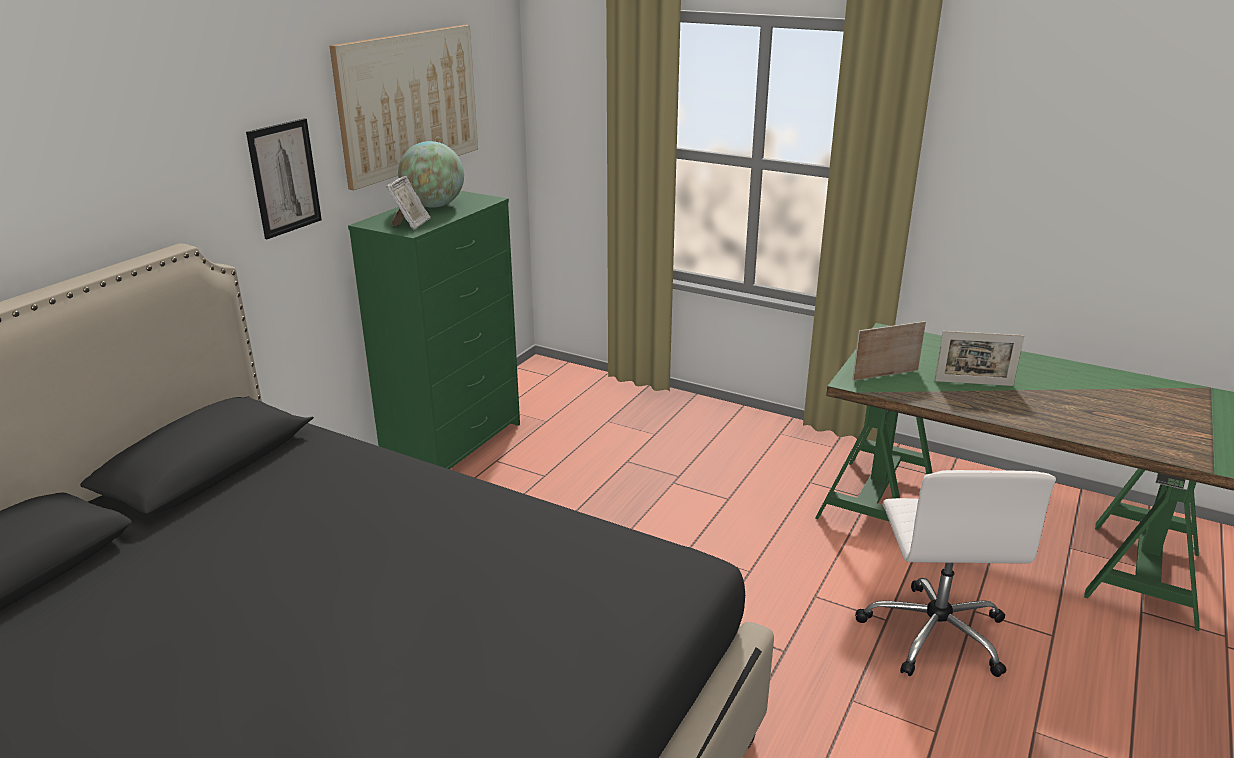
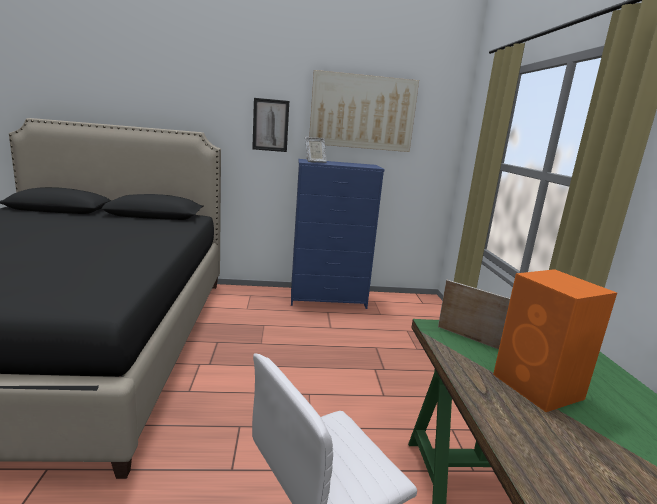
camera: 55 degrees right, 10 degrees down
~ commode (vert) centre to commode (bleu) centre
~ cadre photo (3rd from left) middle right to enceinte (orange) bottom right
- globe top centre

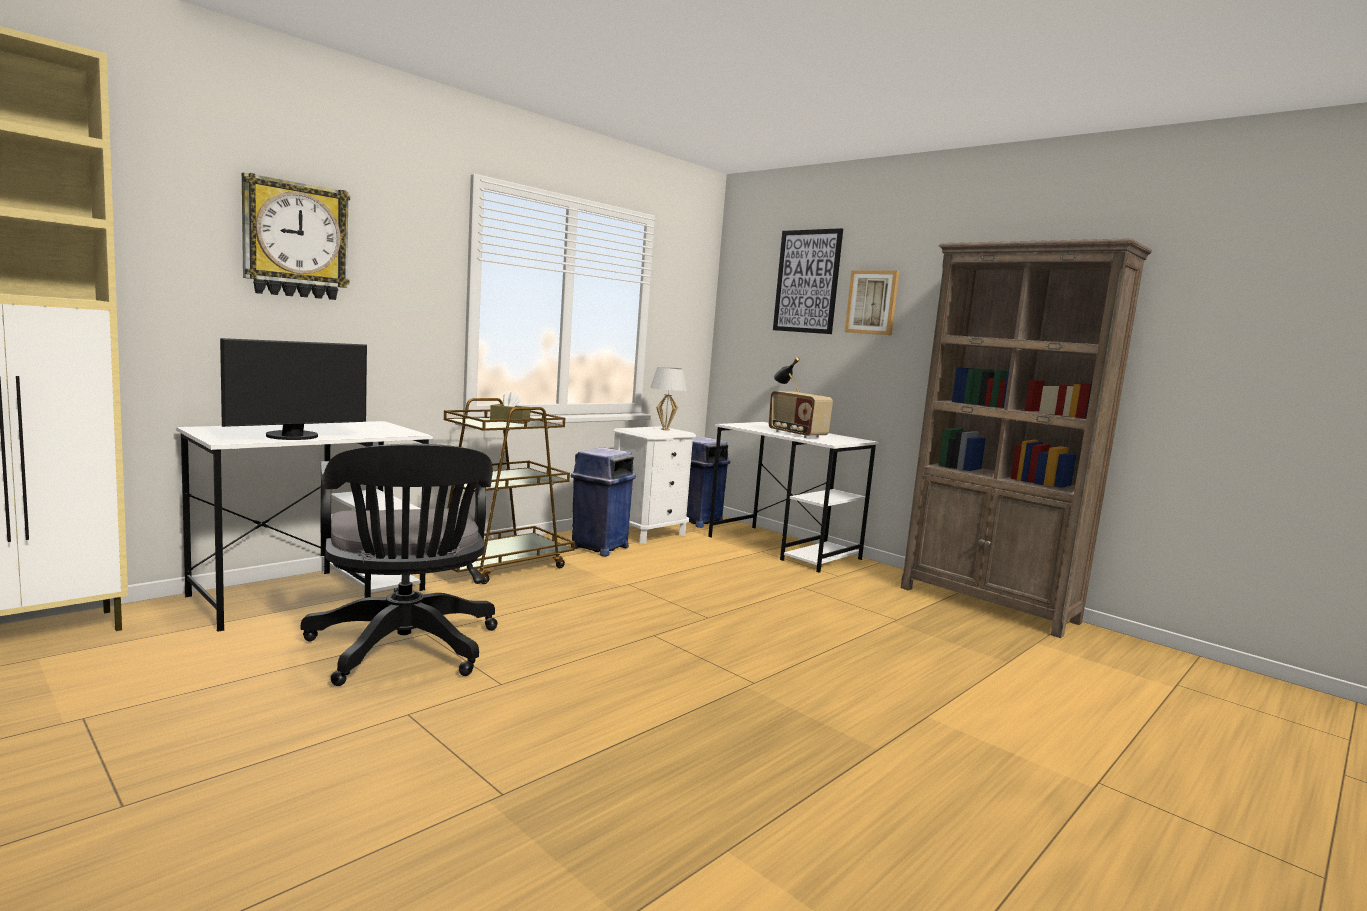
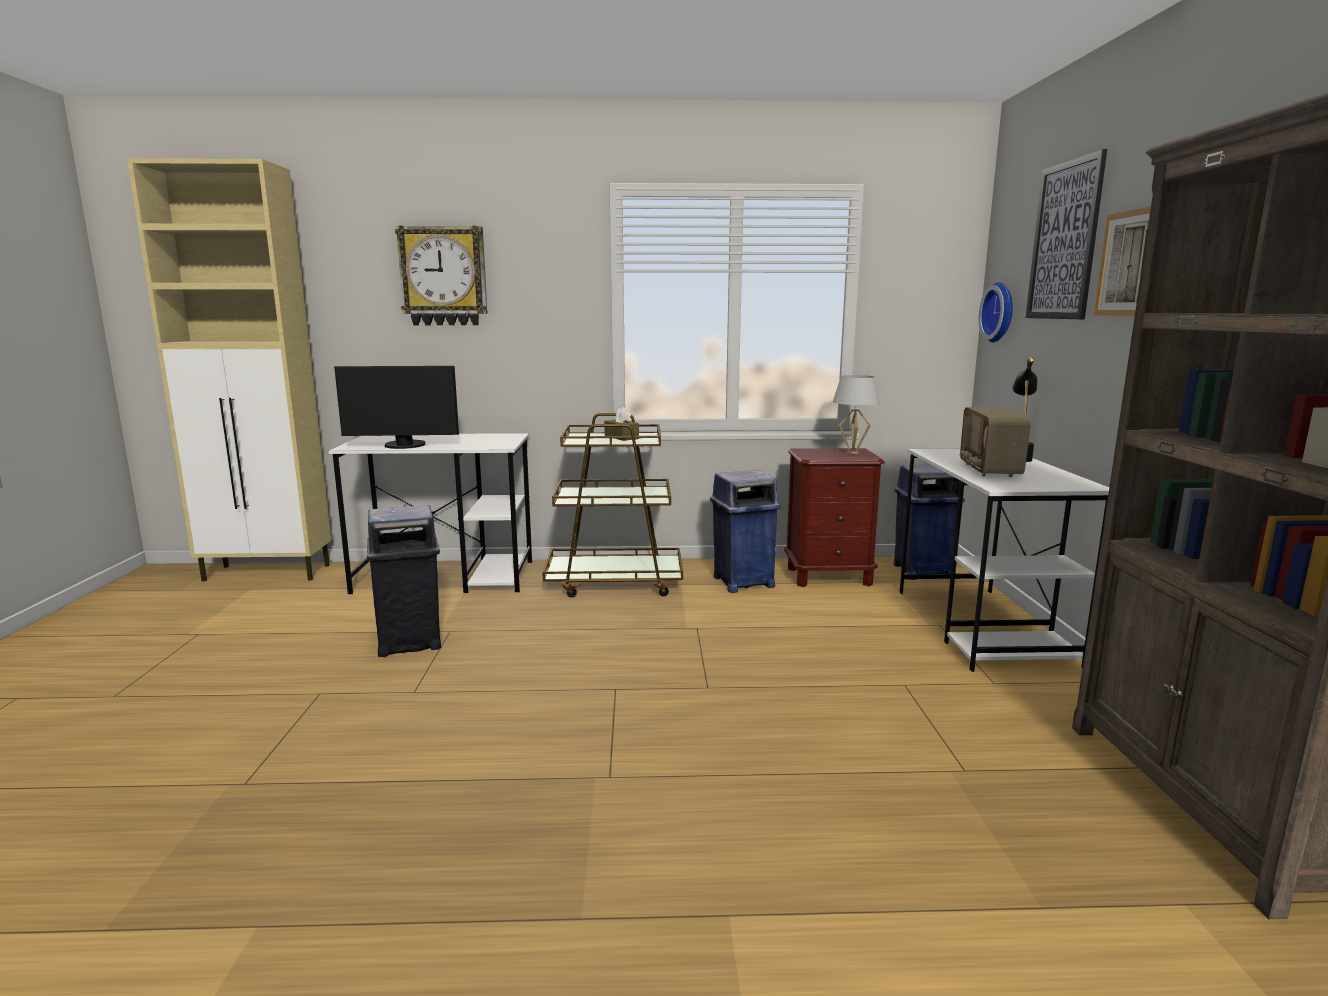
camera: 45 degrees right, 5 degrees up
~ chaise de bureau (noir) middle left to poubelle (bleu) (1st from left) middle left
~ table de chevet (blanc) centre to table de chevet (marron) centre
+ horloge murale (2nd from left) top right

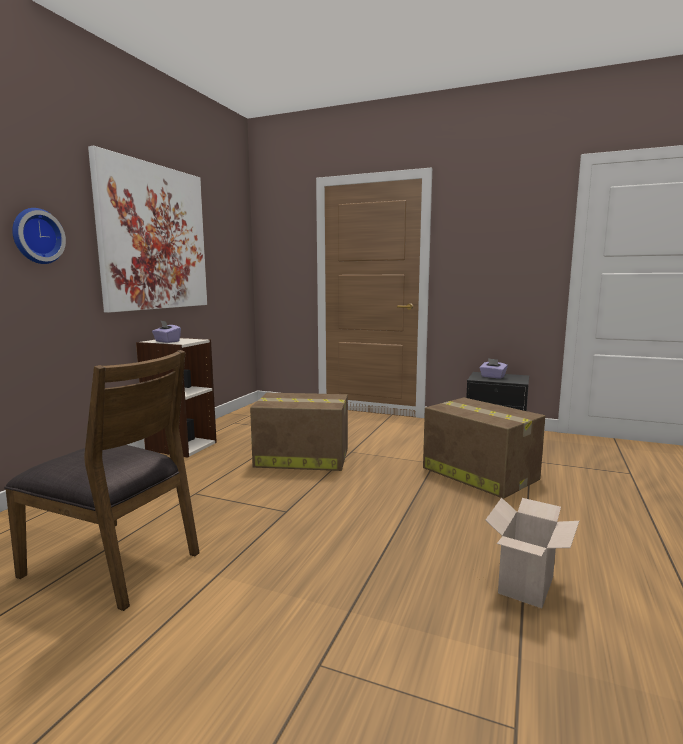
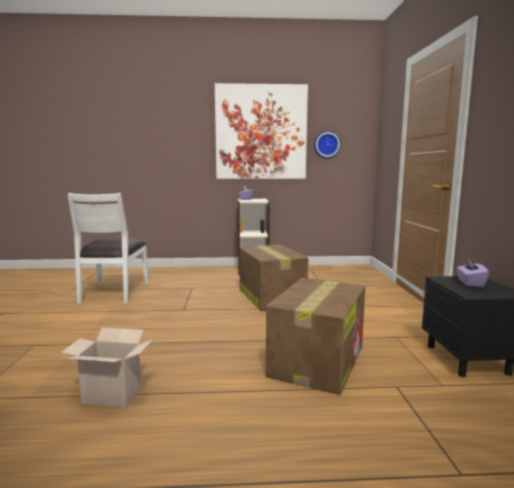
camera: 65 degrees right, 0 degrees up
~ chaise (marron) middle left to chaise (blanc) middle left
~ horloge murale top left to top centre

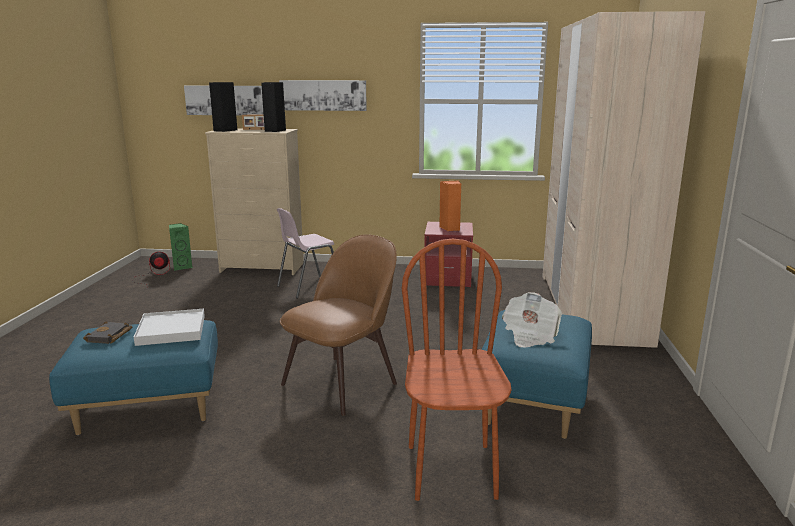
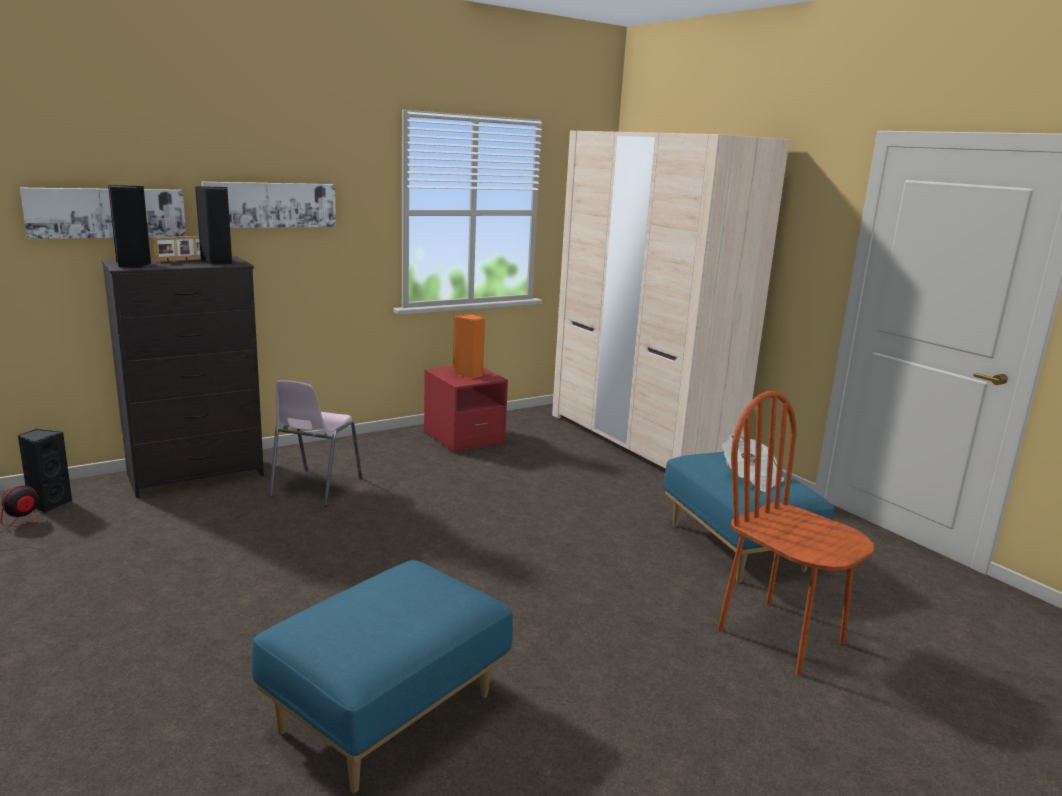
camera: 40 degrees left, 0 degrees up
~ enceinte (vert) middle left to enceinte (noir) (1st from left) middle left
~ commode (beige) middle left to commode (noir) middle left
- livre (noir) middle left
- plateau (blanc) middle left
- chaise (marron) (1st from left) centre

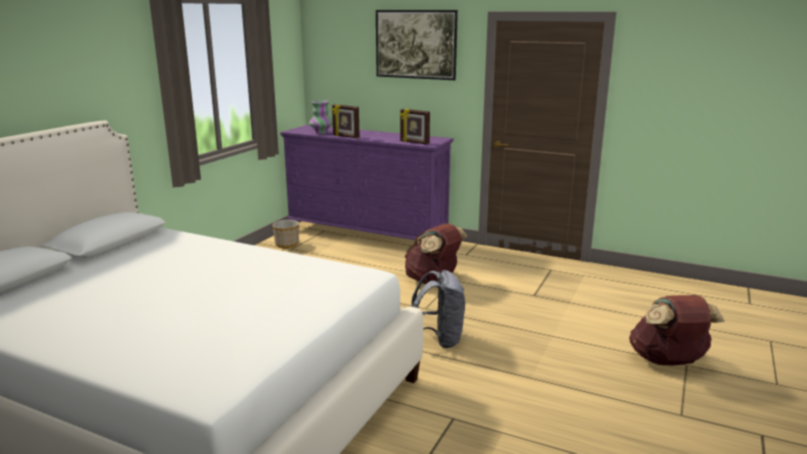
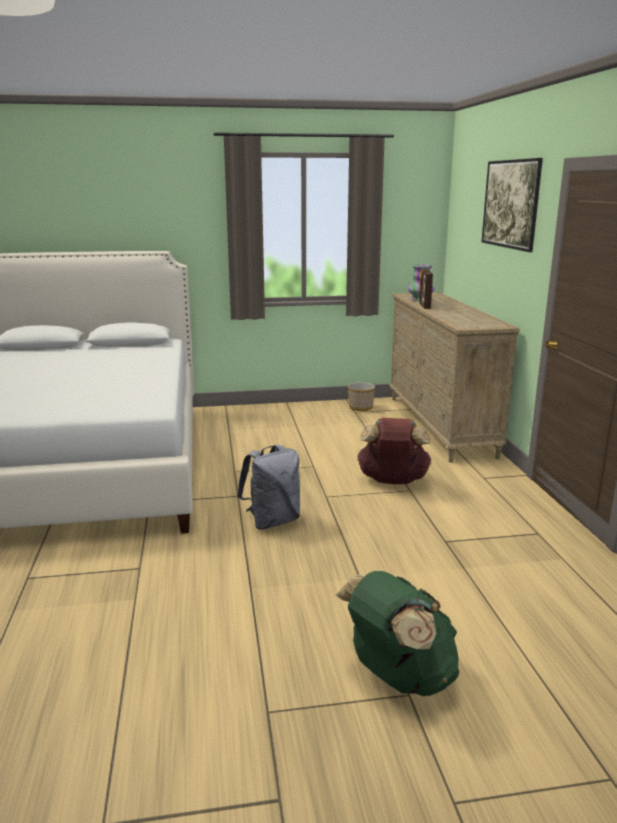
camera: 55 degrees right, 0 degrees up
~ sac à dos (marron) (2nd from left) bottom right to sac à dos (vert) bottom centre
~ commode (violet) centre to commode (beige) middle right
- cadre photo (2nd from left) top centre

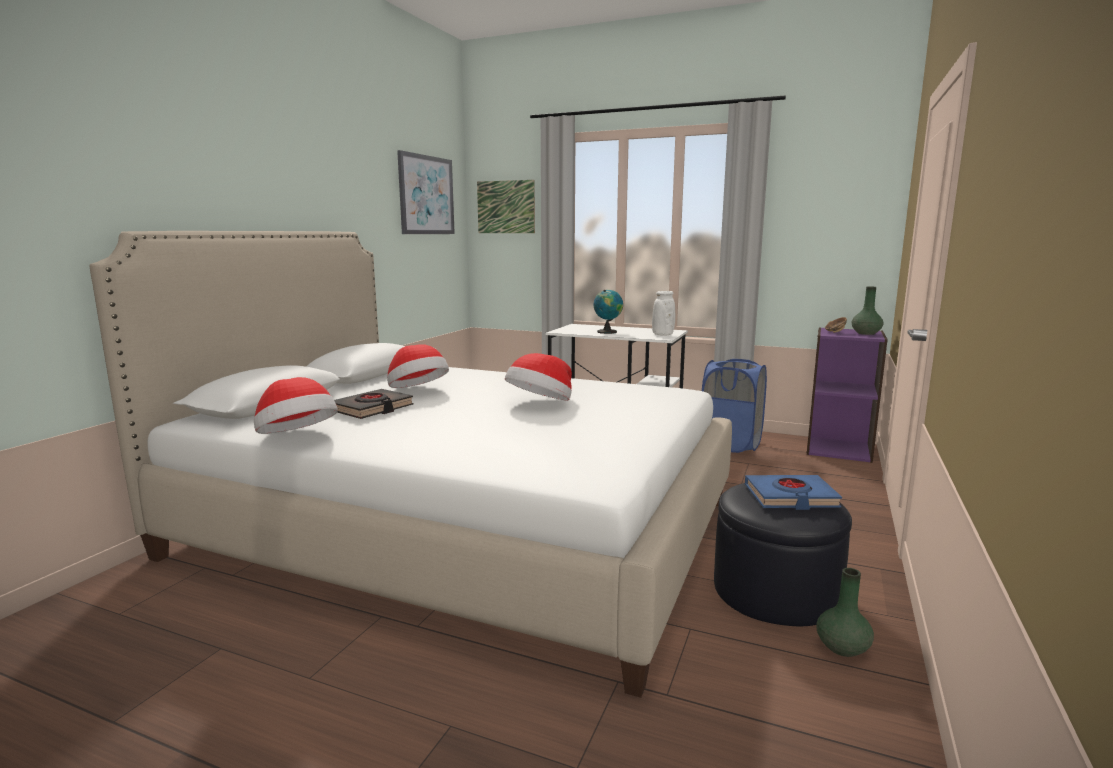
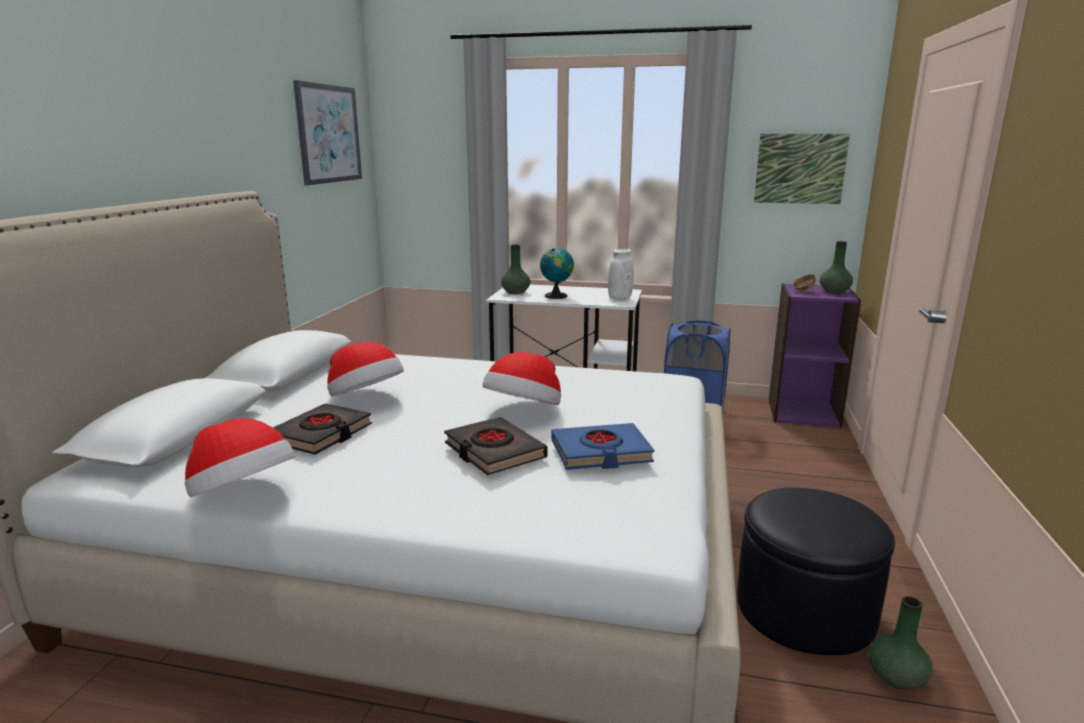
camera: 10 degrees left, 5 degrees up
+ livre (noir) (2nd from left) centre
+ vase (vert) (1st from left) centre
~ livre (bleu) middle right to centre
~ tableau (2nd from left) top centre to top right

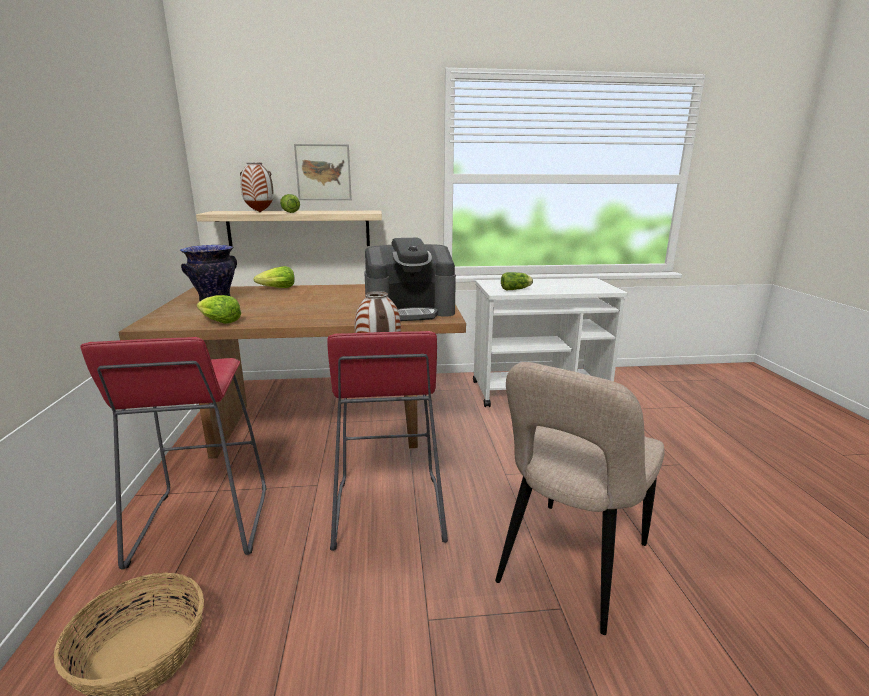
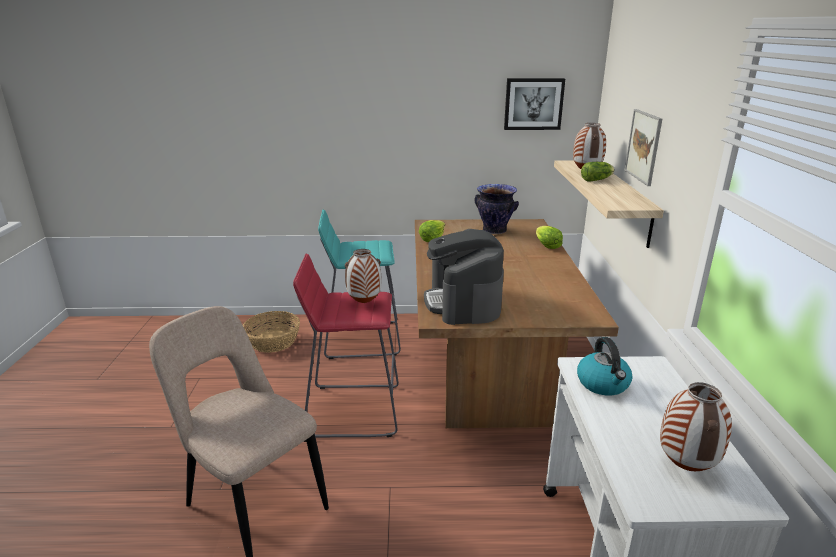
camera: 95 degrees right, 5 degrees up
~ tabouret (rouge) (1st from left) middle left to tabouret (turquoise) centre
+ tableau (1st from left) top centre
~ laitue (4th from left) centre to bouilloire middle right
+ vase (4th from left) bottom right

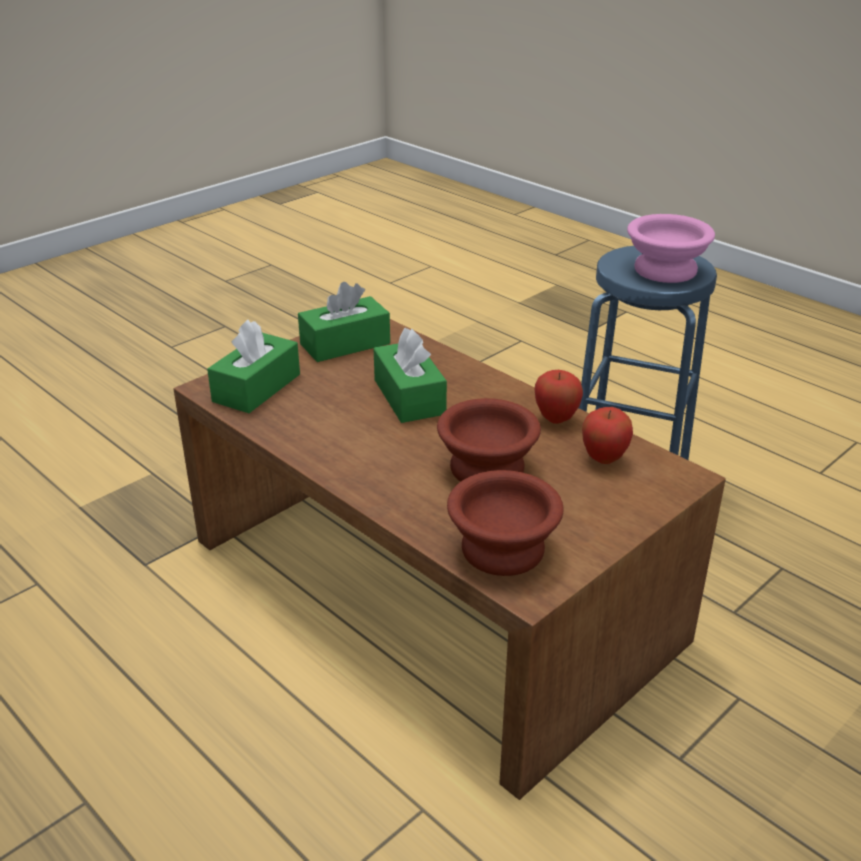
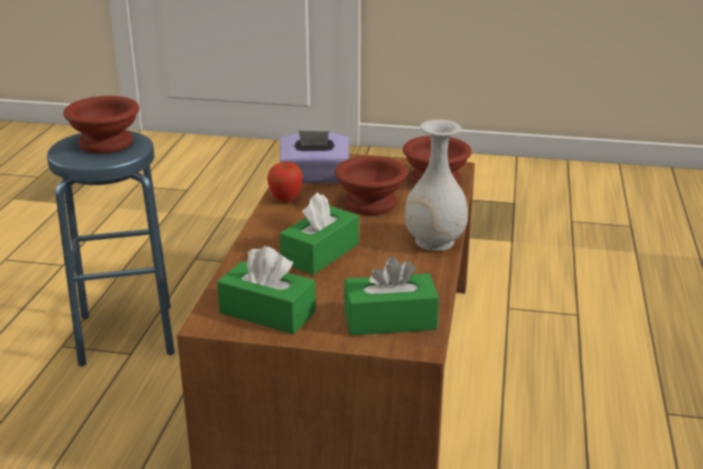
camera: 125 degrees left, 5 degrees down
~ bol (rose) top right to bol (marron) (1st from left) top left
~ pomme (2nd from left) middle right to boîte à mouchoirs (violet) centre
+ vase (blanc) centre

